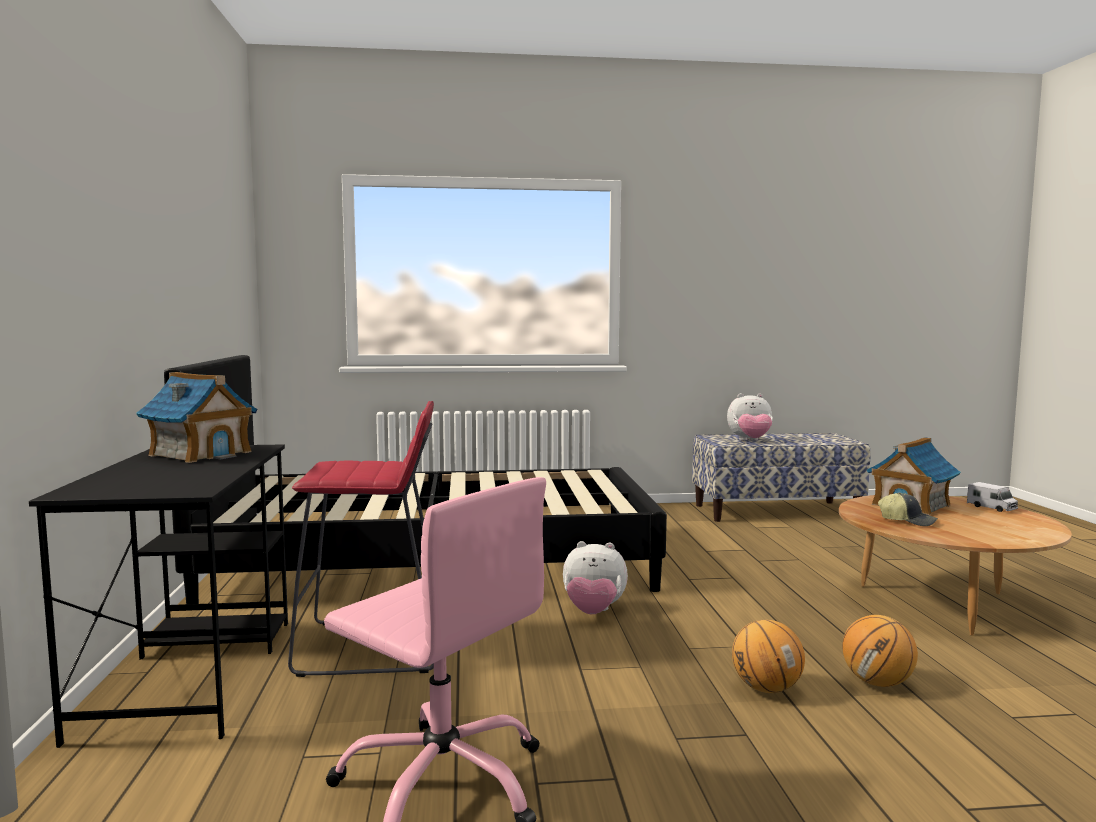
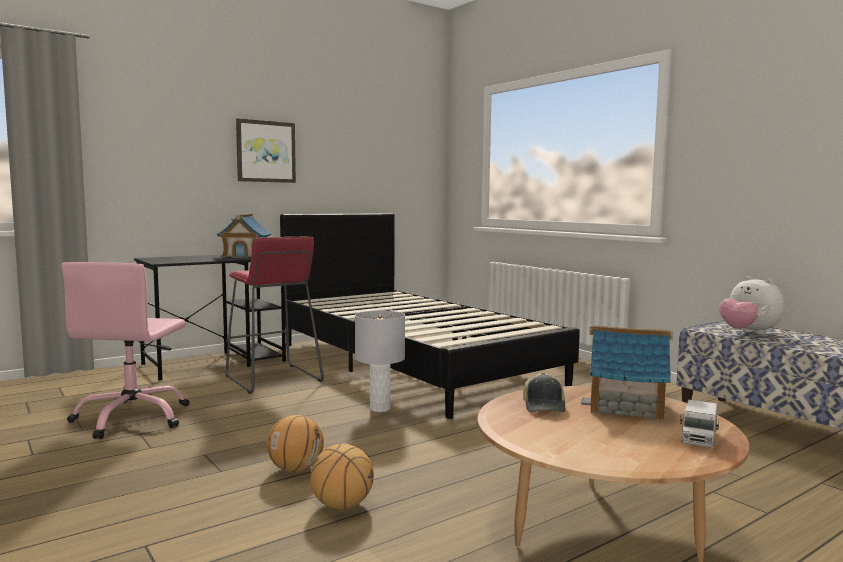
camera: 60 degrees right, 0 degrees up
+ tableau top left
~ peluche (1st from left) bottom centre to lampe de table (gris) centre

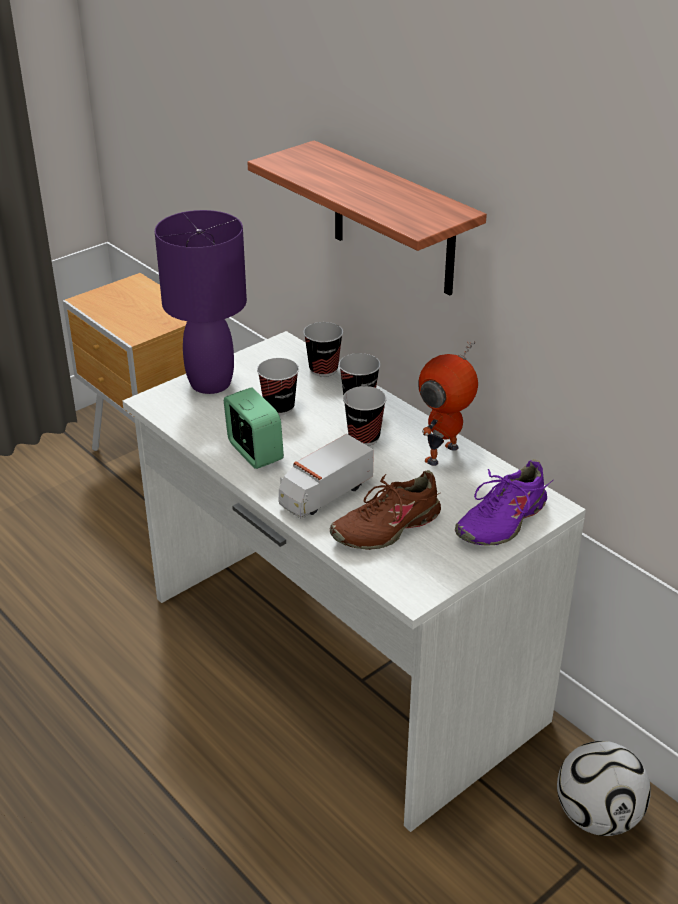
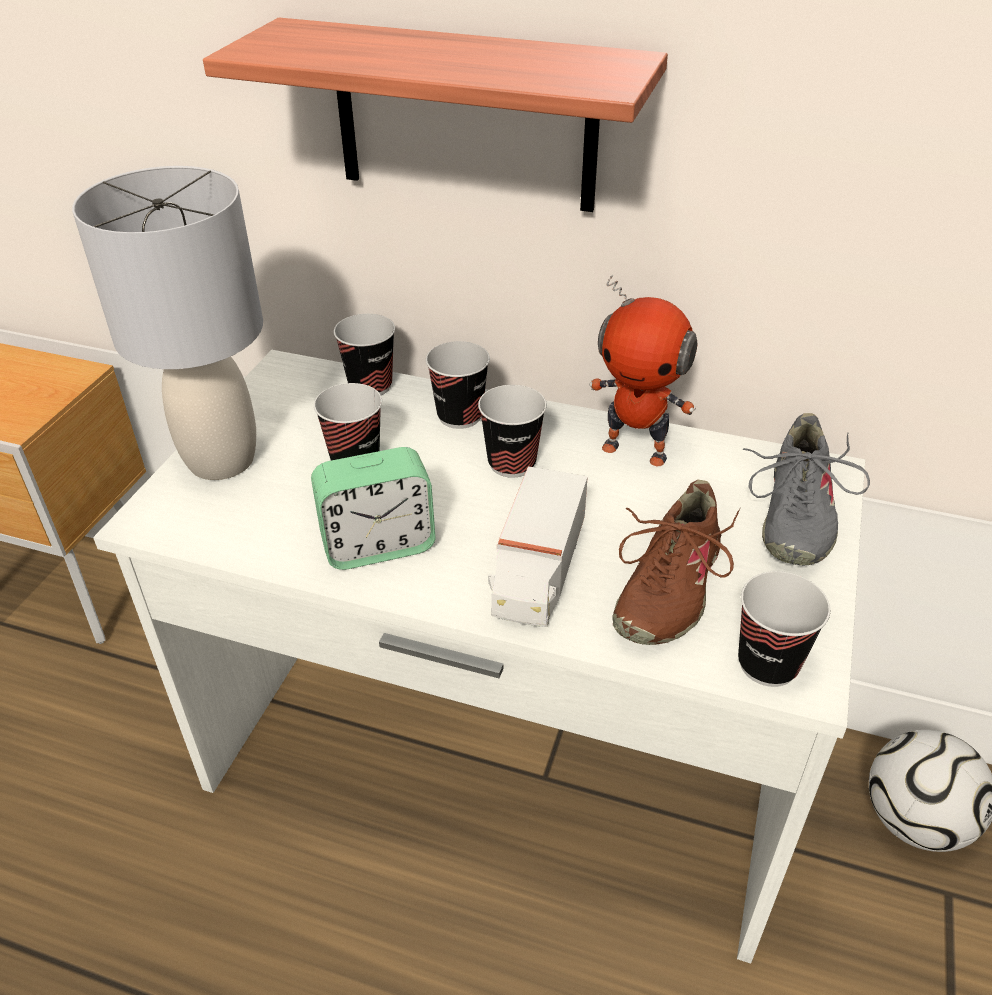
camera: 30 degrees left, 5 degrees up
~ lampe de table (violet) middle left to lampe de table (gris) top left
~ réveil centre = centre 135 degrees clockwise
~ robot jouet centre = centre 75 degrees counterclockwise
+ tasse (5th from left) middle right
~ chaussure (violet) middle right to chaussure (gris) middle right

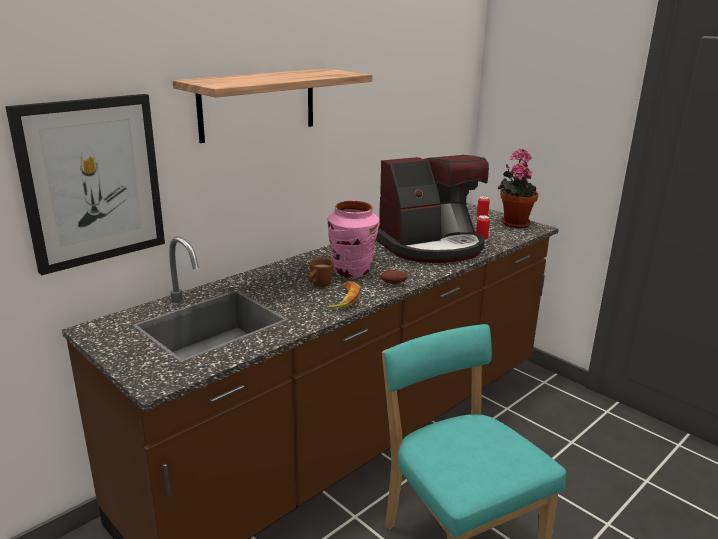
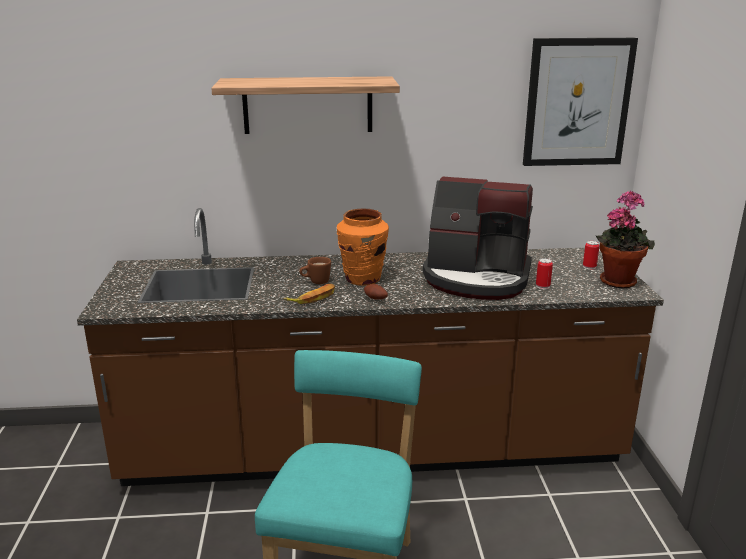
camera: 40 degrees right, 0 degrees up
~ vase (rose) centre to vase (orange) centre
~ tableau middle left to top right

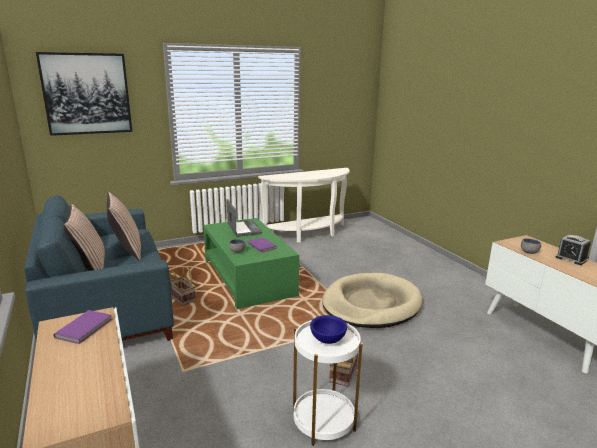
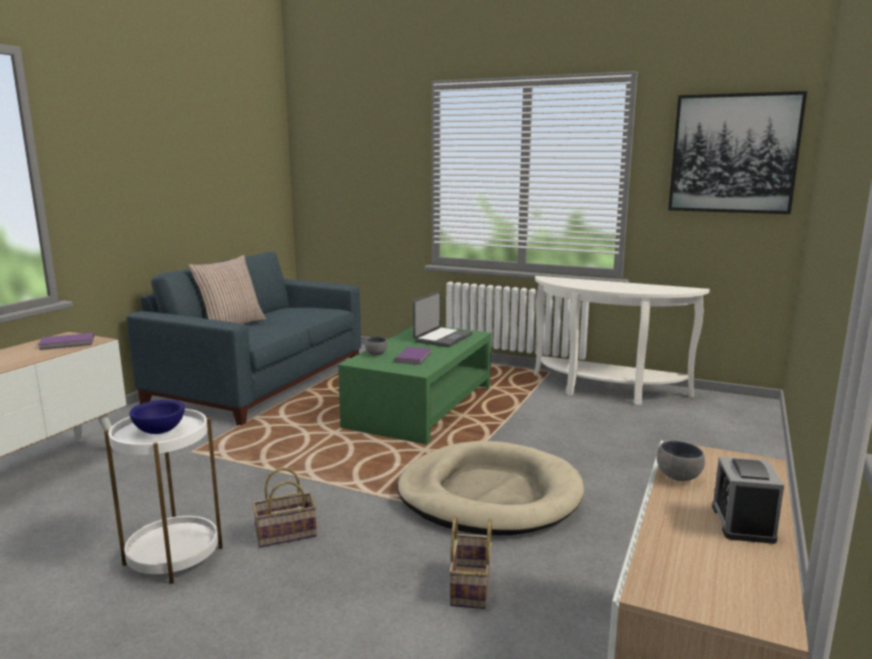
camera: 50 degrees right, 5 degrees down
~ panier (1st from left in the first image) middle left to panier (2nd from left) bottom centre
~ tableau top left to top right
- coussin (2nd from left) middle left

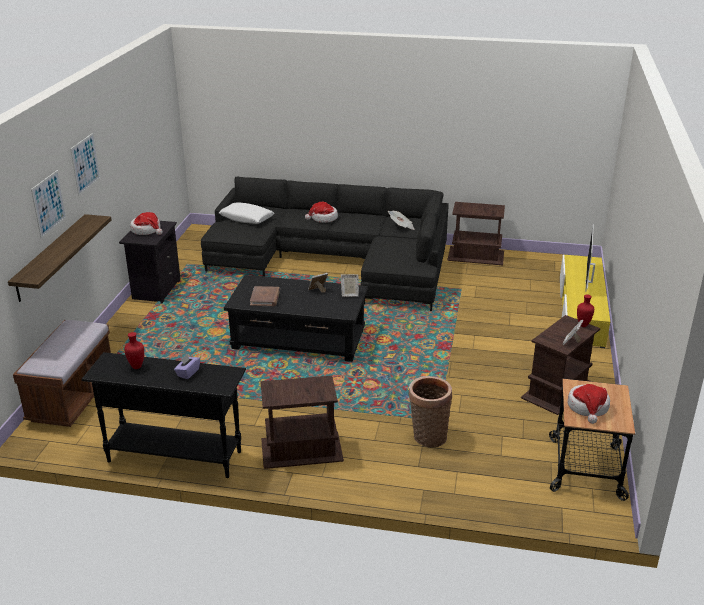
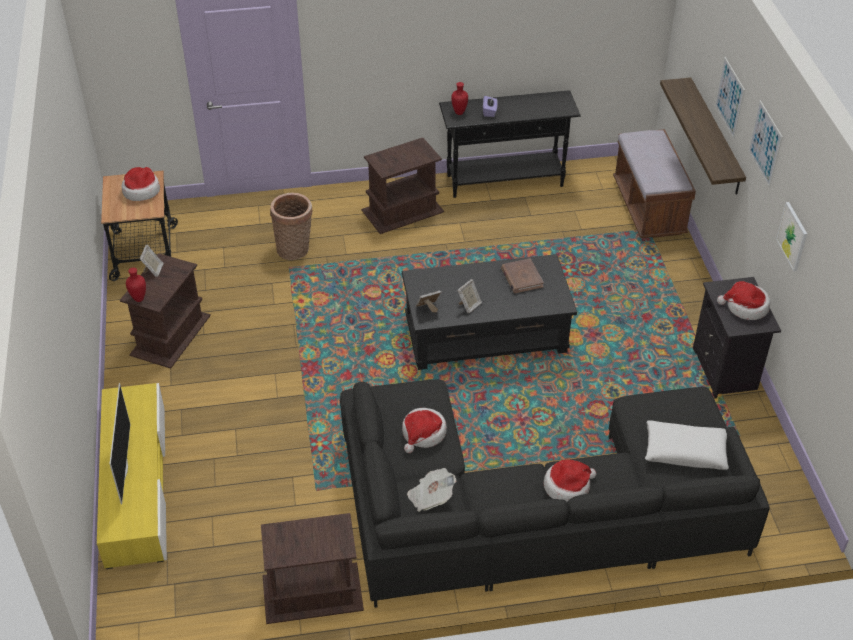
camera: 160 degrees right, 15 degrees up
+ chapeau (2nd from left) bottom centre
~ vase (rouge) (1st from left in the first image) middle left to vase (rouge) (2nd from left) top centre
+ tableau (3rd from left) middle right

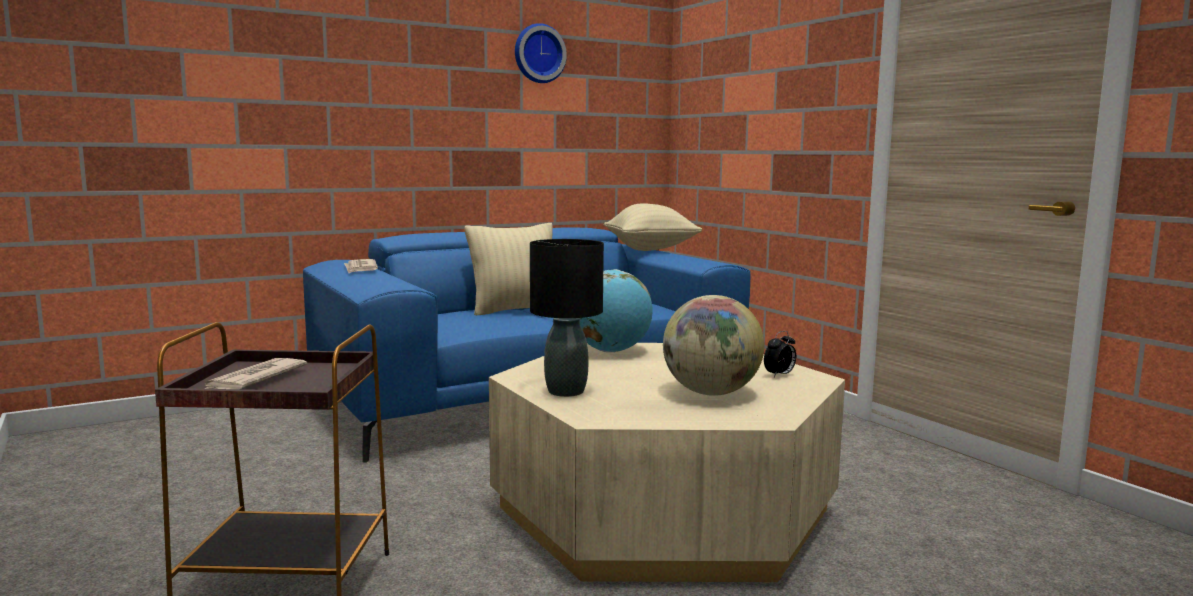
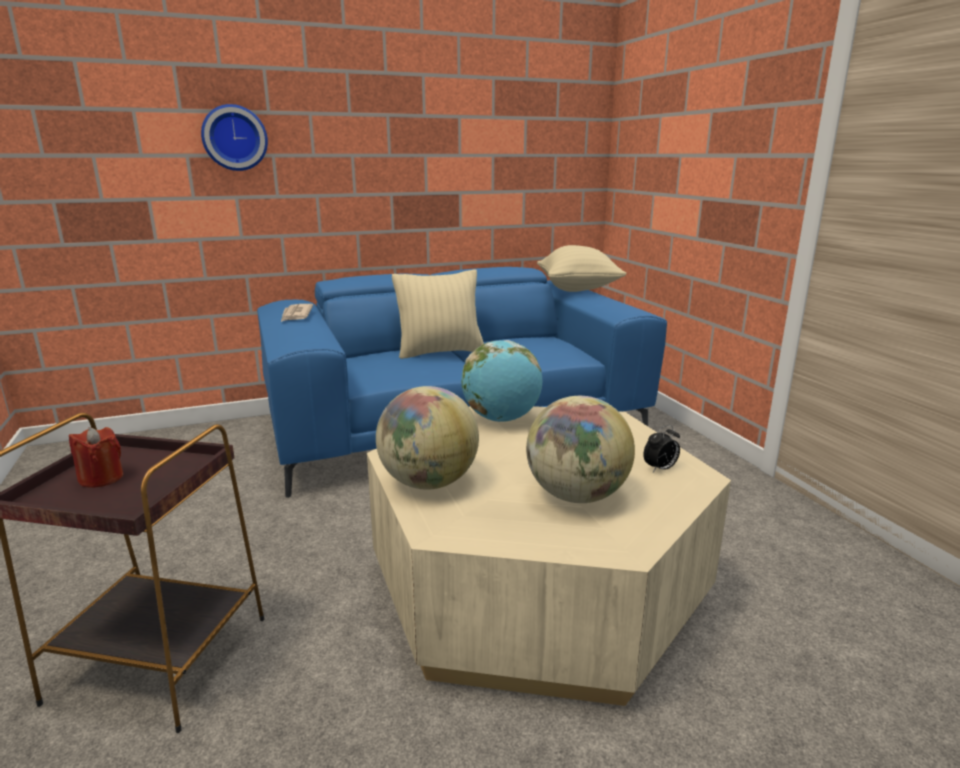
camera: 10 degrees right, 10 degrees up
~ journal (1st from left) middle left to bougie (rouge) middle left
~ horloge murale top centre to top left
~ lampe de table (noir) centre to globe (1st from left) centre

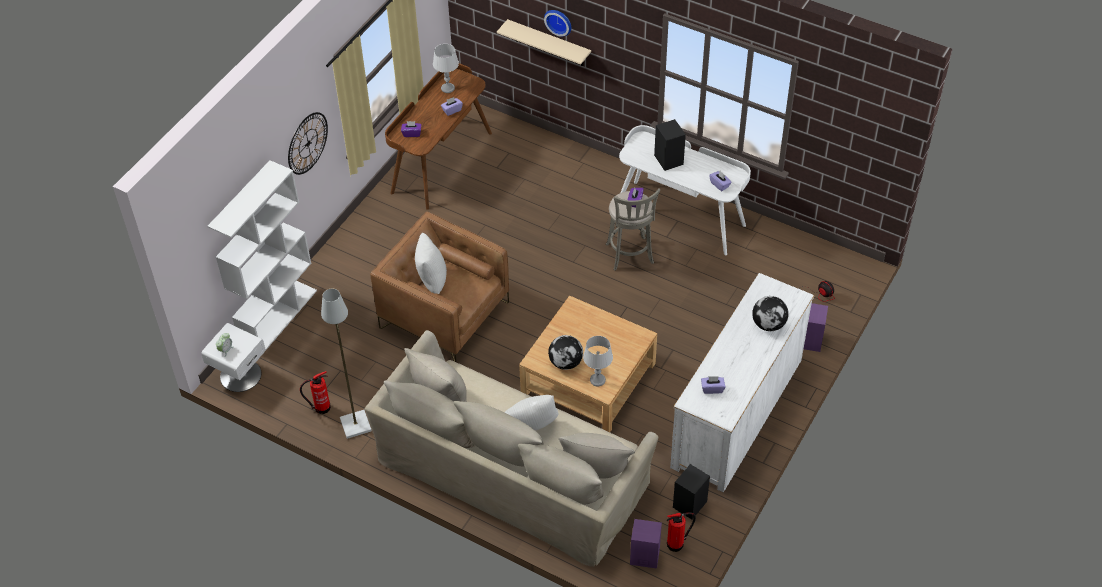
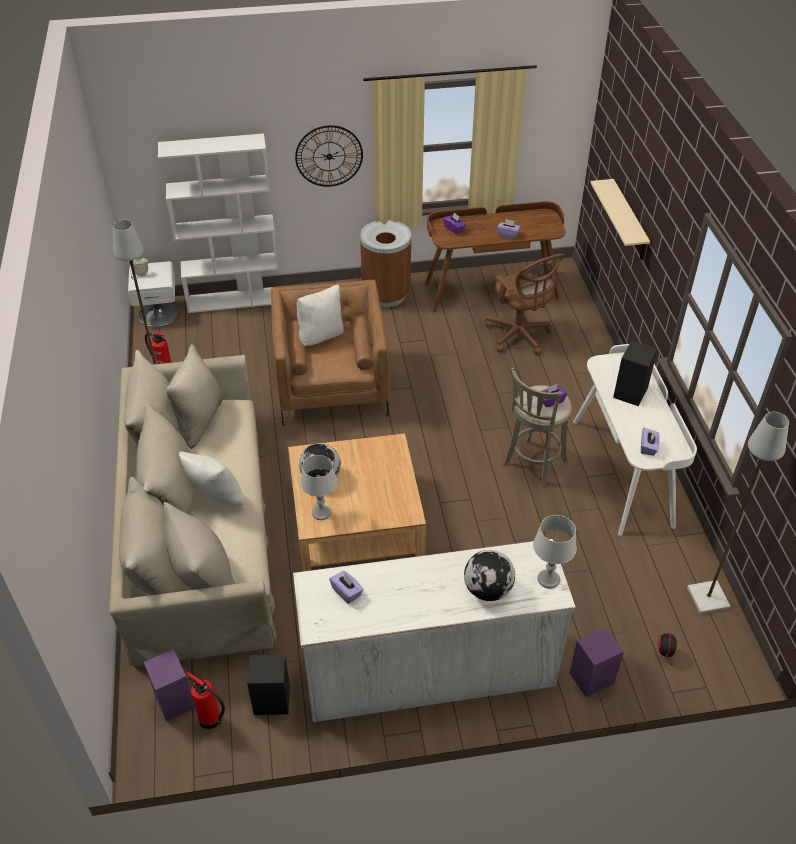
camera: 50 degrees right, 5 degrees down
+ poubelle (marron) top centre
+ chaise de bureau (marron) centre
~ lampe de table (gris) (1st from left in the first image) top centre to lampe de table (gris) (2nd from left) middle right
+ lampadaire (gris) (2nd from left) middle right
- horloge murale (2nd from left) top centre

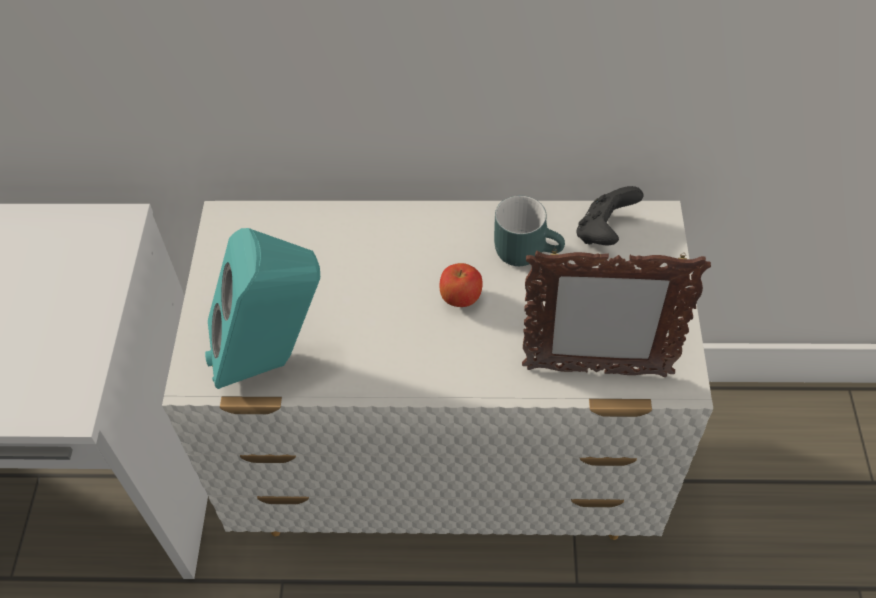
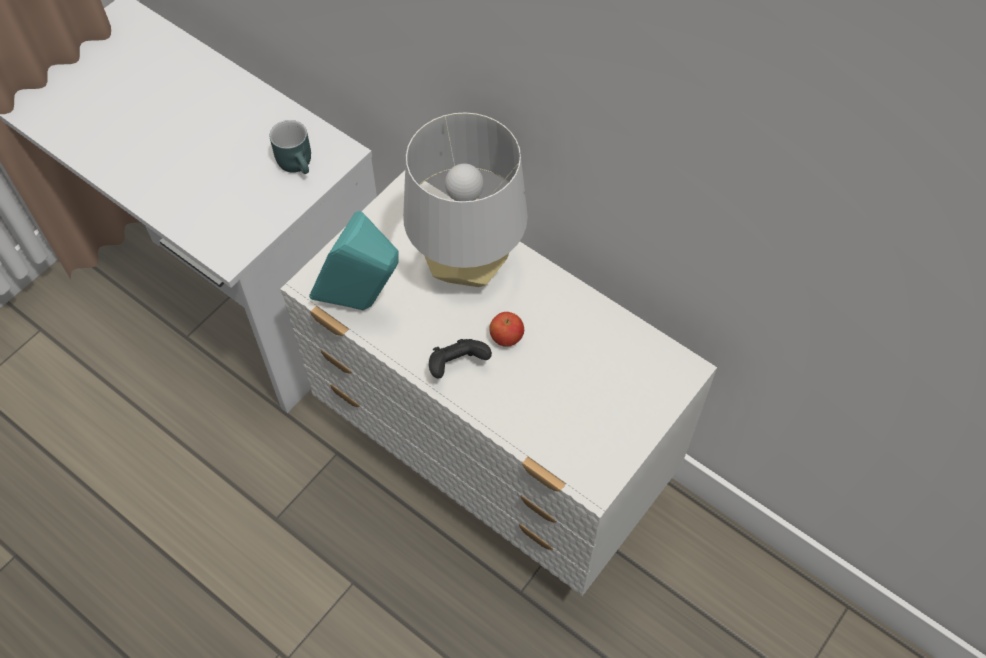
camera: 35 degrees right, 5 degrees up
~ mug (turquoise) centre to top left
+ lampe de table (gris) top centre
~ manette (noir) middle right to centre
- cadre photo middle right

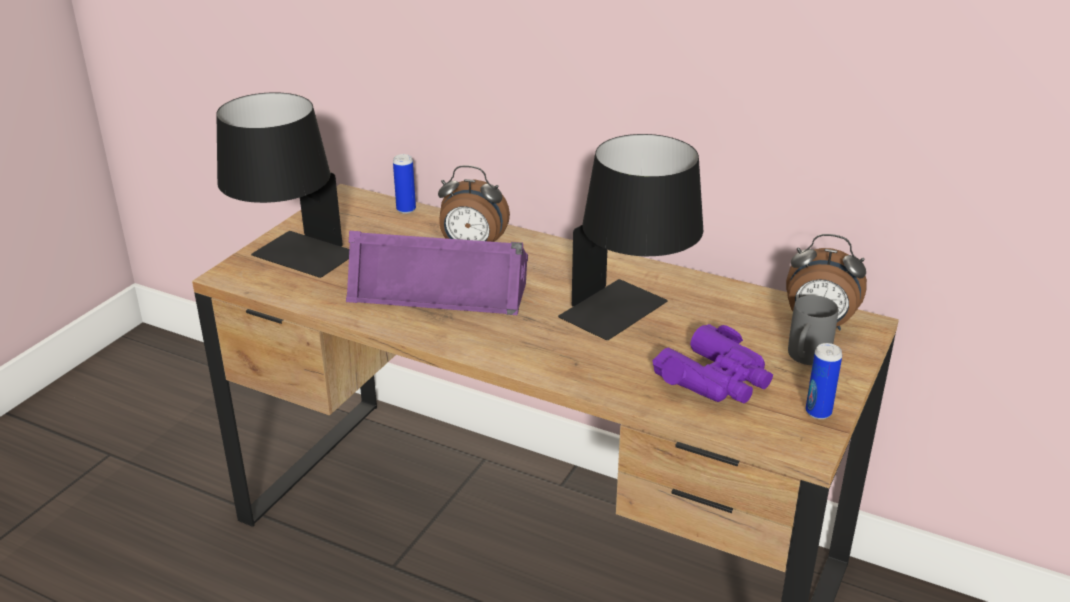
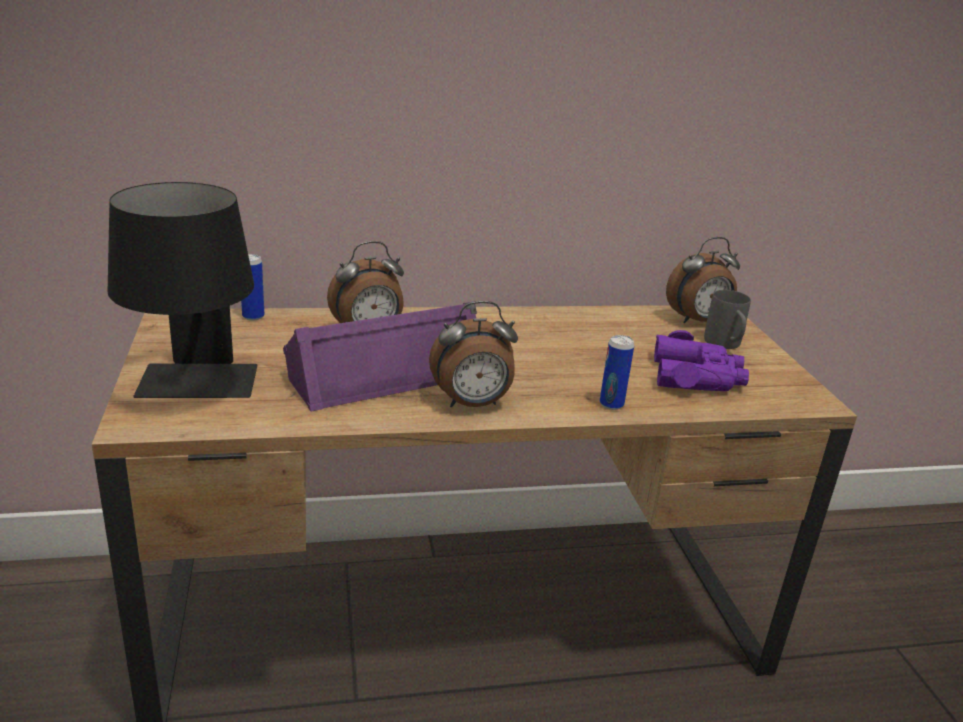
camera: 40 degrees left, 5 degrees down
+ réveil (2nd from left) centre
~ boîte métallique (2nd from left) middle right to centre
- lampe de table (noir) (2nd from left) centre

